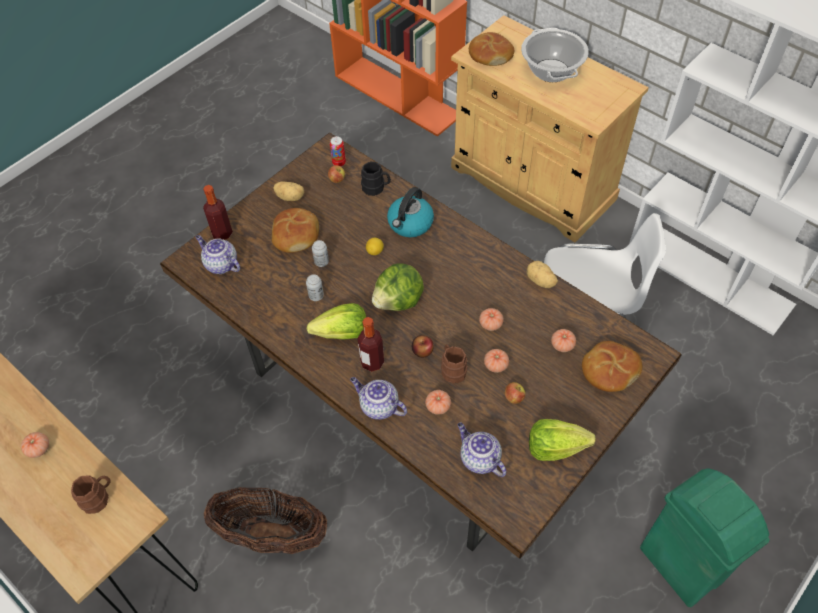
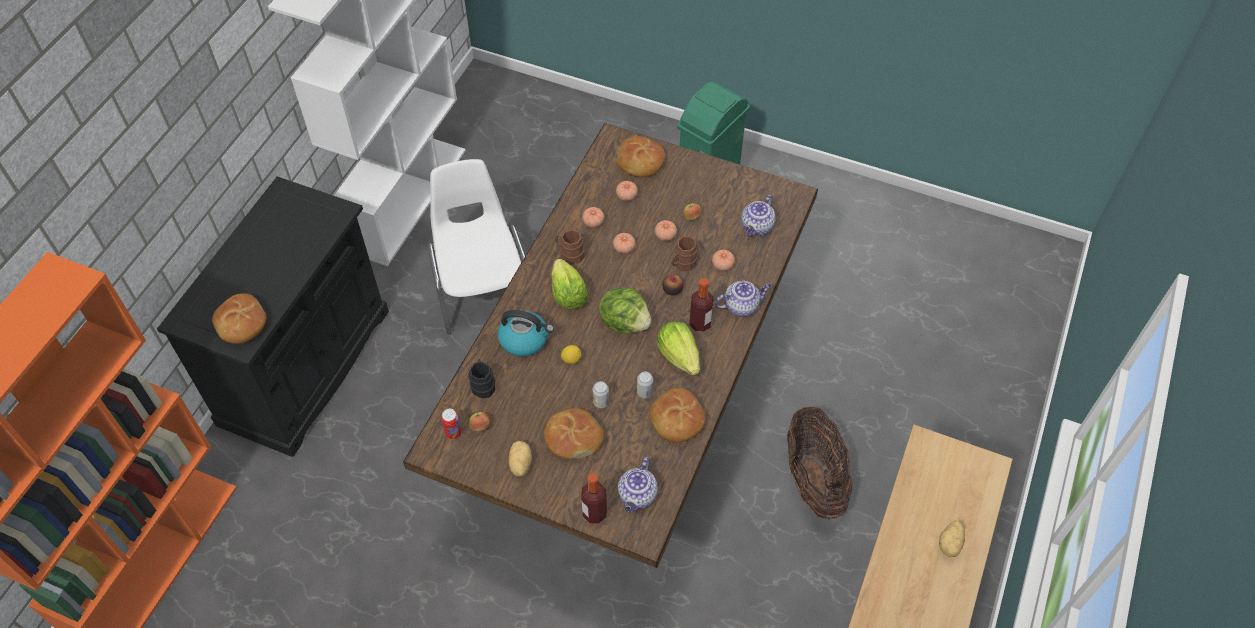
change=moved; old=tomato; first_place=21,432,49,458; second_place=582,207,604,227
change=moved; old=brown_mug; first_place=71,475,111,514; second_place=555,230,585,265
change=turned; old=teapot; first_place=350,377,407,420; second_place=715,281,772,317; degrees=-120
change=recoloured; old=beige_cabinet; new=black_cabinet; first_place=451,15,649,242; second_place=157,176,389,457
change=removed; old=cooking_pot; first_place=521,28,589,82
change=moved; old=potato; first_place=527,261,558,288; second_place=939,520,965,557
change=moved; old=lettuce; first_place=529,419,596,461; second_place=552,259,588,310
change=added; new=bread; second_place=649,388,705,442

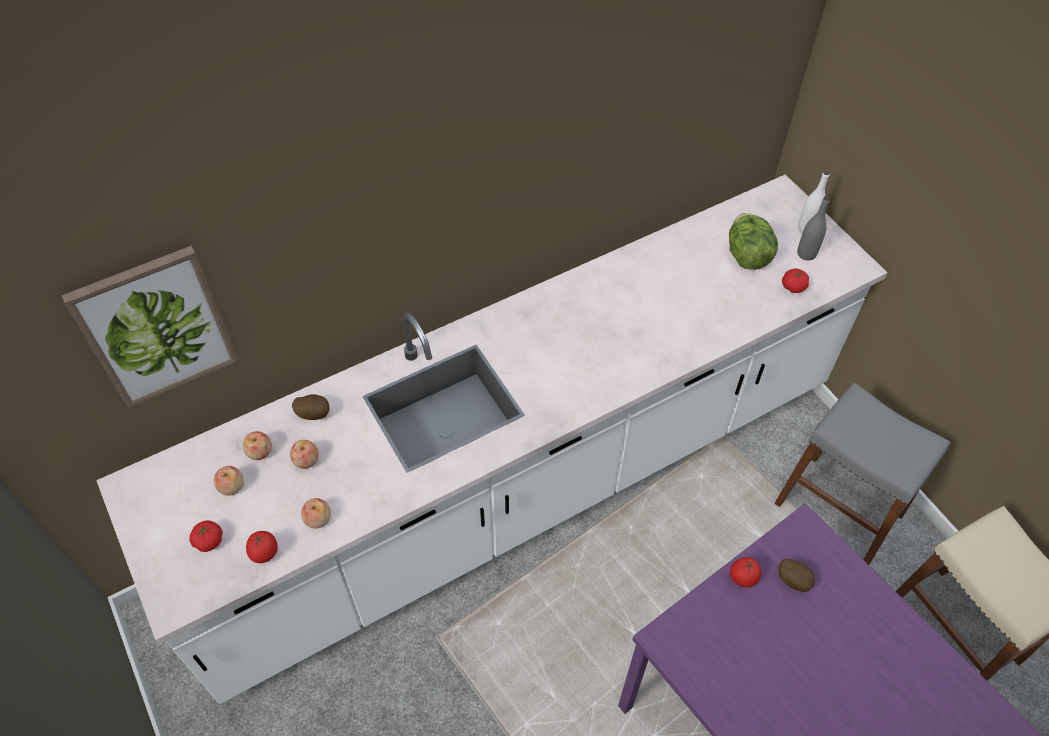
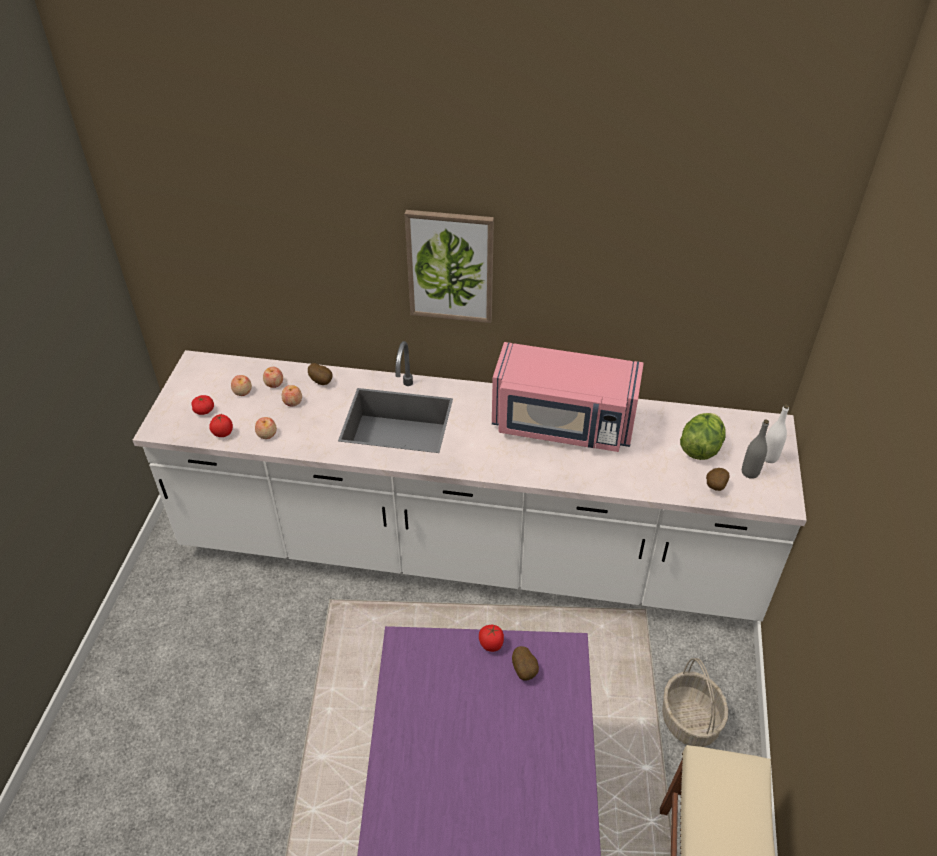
change=moved; old=picture; first_place=62,246,239,408; second_place=405,210,494,323
change=replaced; old=grey_stool; new=basket; first_place=774,383,951,565; second_place=662,658,728,747
change=replaced; old=tomato; new=potato; first_place=782,269,809,293; second_place=706,468,730,491
change=added; new=pink_microwave; second_place=492,342,644,452

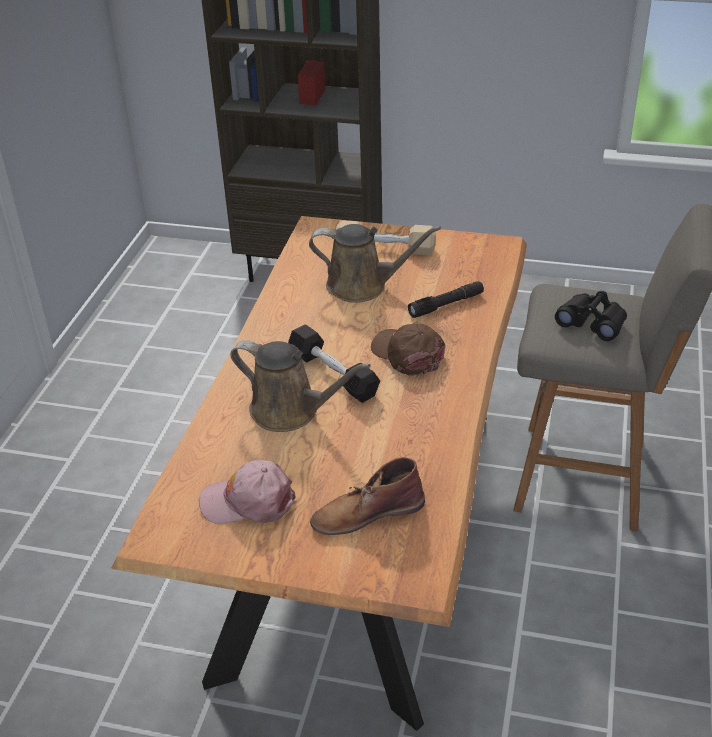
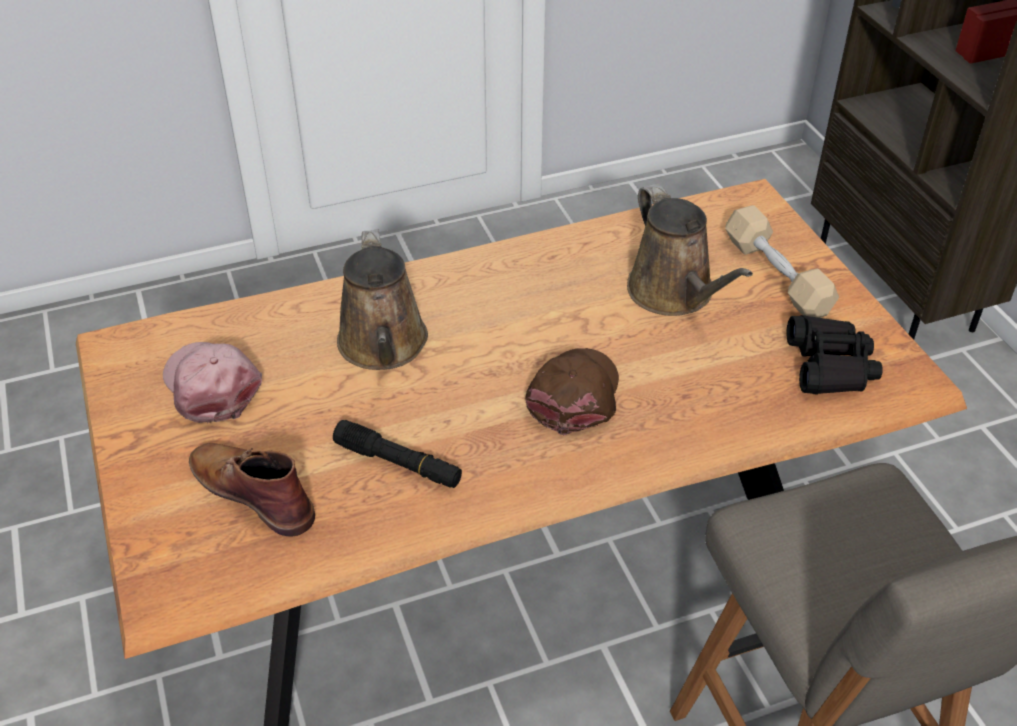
change=removed; old=black_dumbbell; first_place=288,324,380,403
change=moved; old=black_flashlight; first_place=408,281,484,318; second_place=333,420,462,488
change=moved; old=black_binoculars; first_place=555,291,627,341; second_place=786,315,883,394

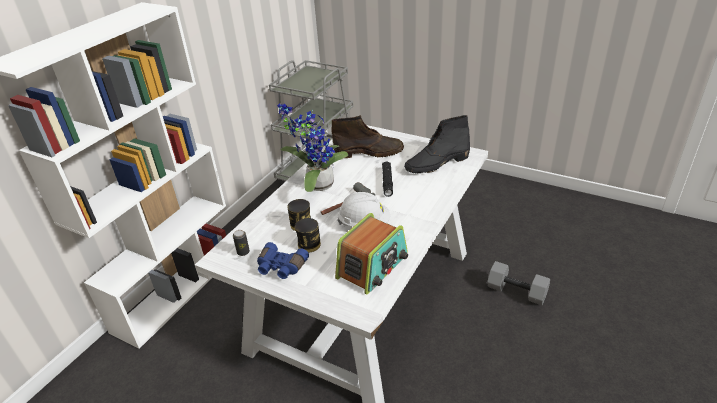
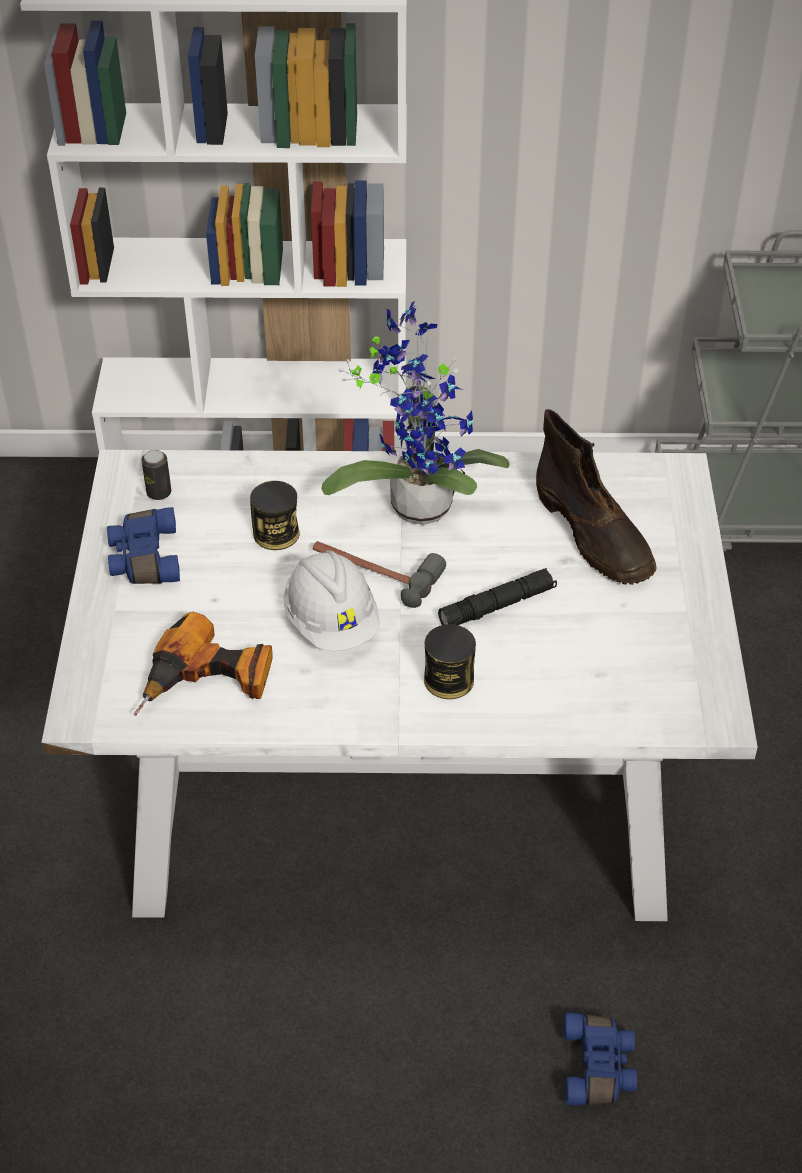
change=moved; old=can; first_place=295,218,321,253; second_place=424,624,476,699
change=replaced; old=radio; new=power_drill; first_place=335,213,408,294; second_place=134,611,273,715
change=removed; old=black_boot; first_place=404,115,470,174
change=replaced; old=grey_dumbbell; new=blue_binoculars; first_place=487,261,550,305; second_place=564,1013,637,1105

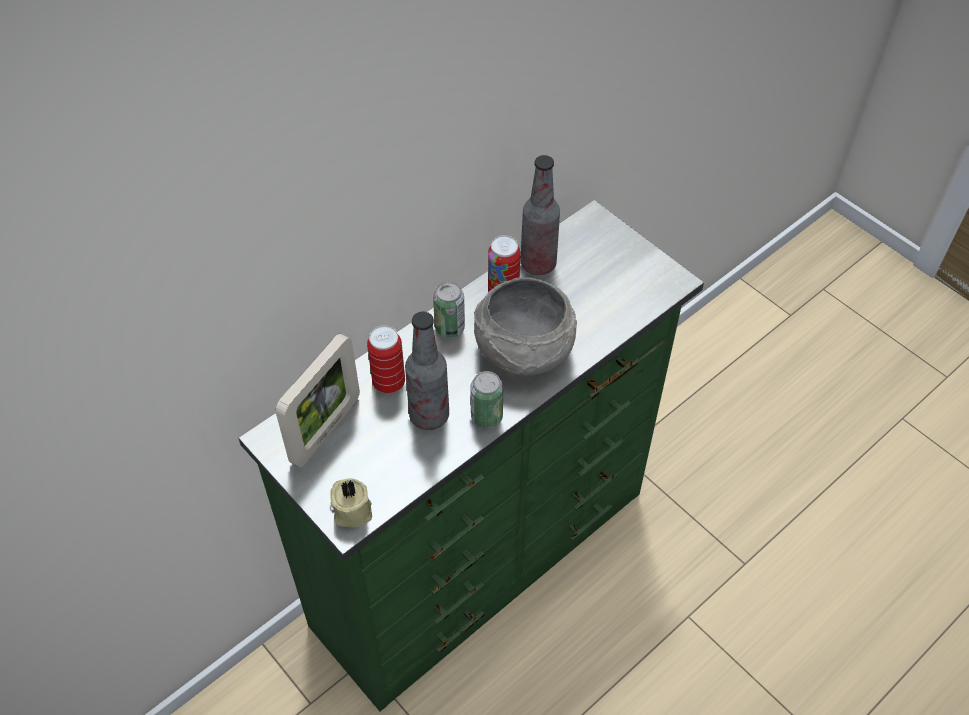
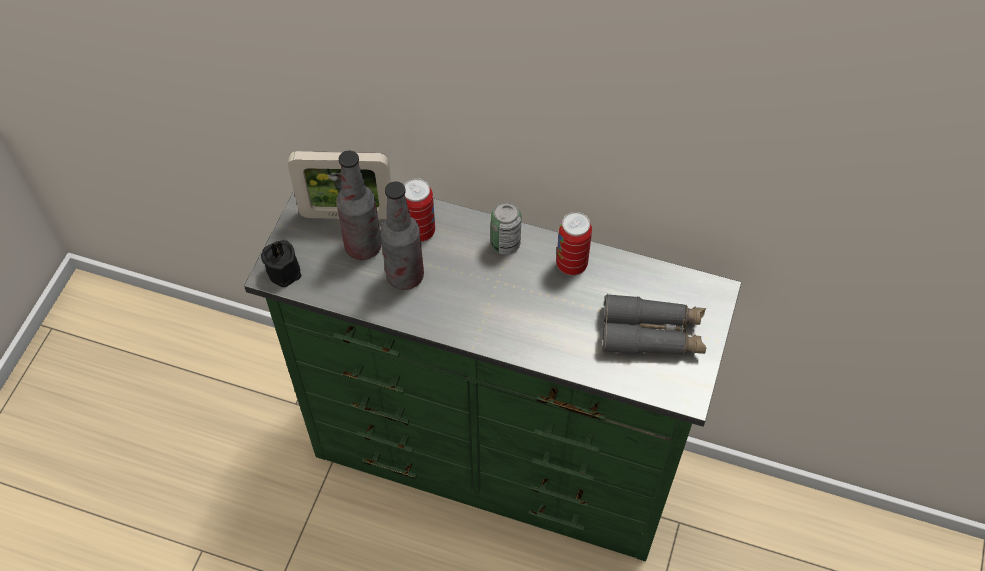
change=recoloured; old=beige_candle; new=black_candle; first_place=331,478,372,527; second_place=261,240,301,287
change=removed; old=can; first_place=470,371,503,428
change=removed; old=grey_bowl; first_place=474,277,577,376
change=moved; old=bottle; first_place=520,155,560,275; second_place=336,150,382,260
change=added; new=grey_binoculars; second_place=602,294,706,354

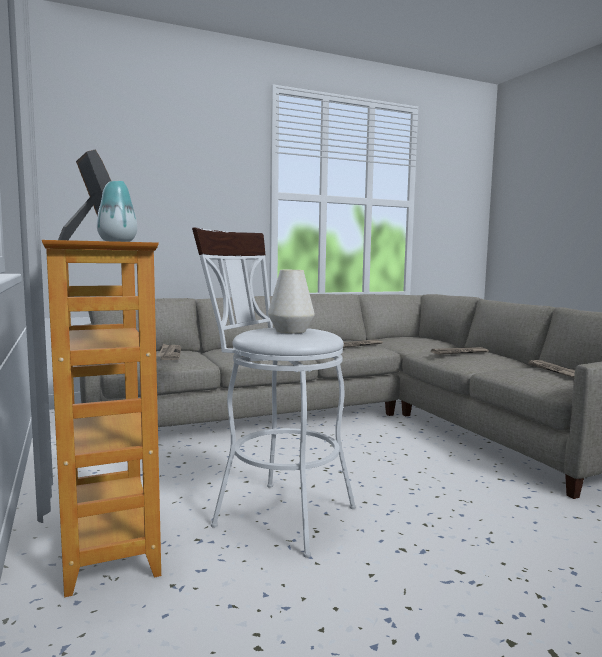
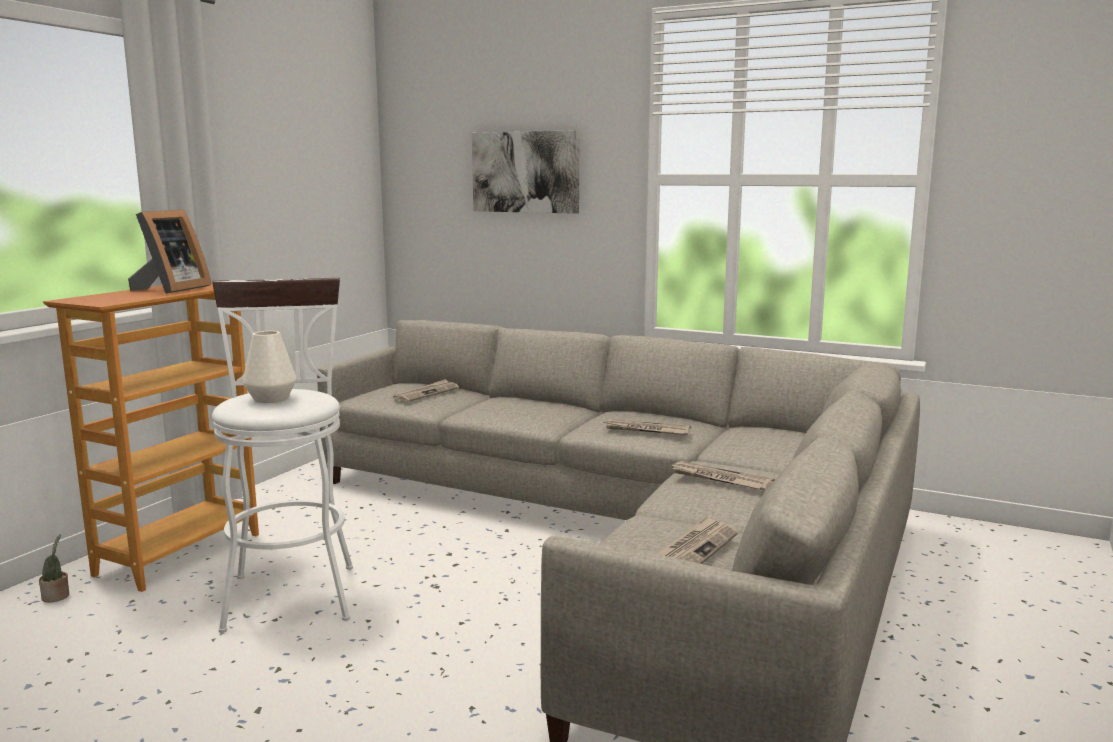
change=removed; old=vase; first_place=97,181,137,242
change=added; new=potted_plant; second_place=39,534,69,602
change=added; new=picture; second_place=472,130,580,214

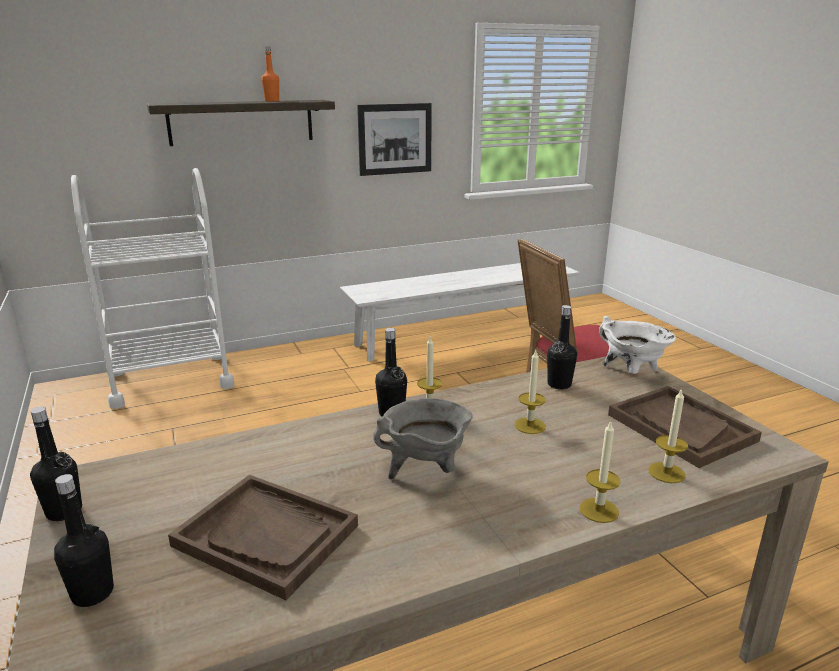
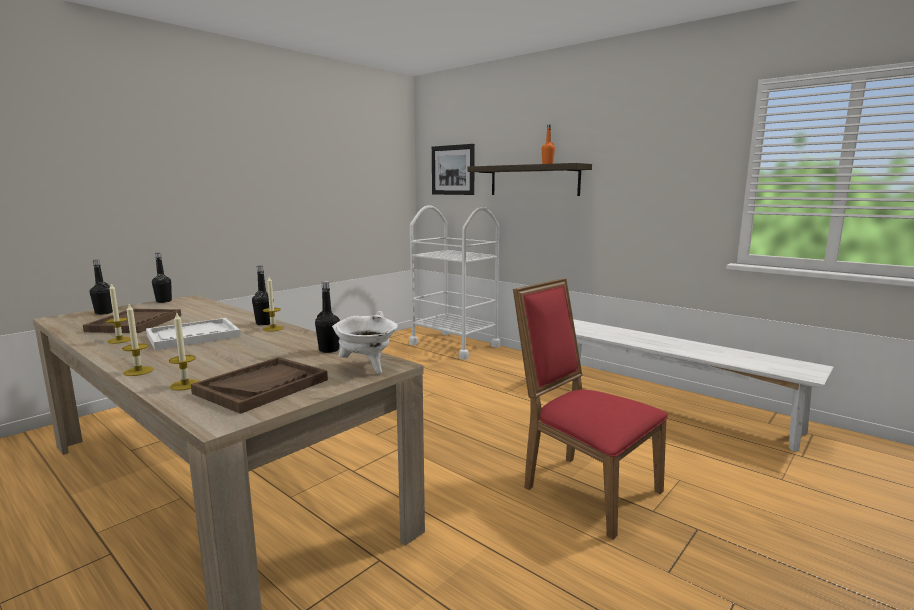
change=moved; old=picture; first_place=357,103,432,176; second_place=432,144,475,195
change=replaced; old=grey_cooking_pot; new=white_tray; first_place=373,398,473,480; second_place=146,318,241,350
change=moved; old=candle; first_place=514,350,546,434; second_place=106,283,131,344

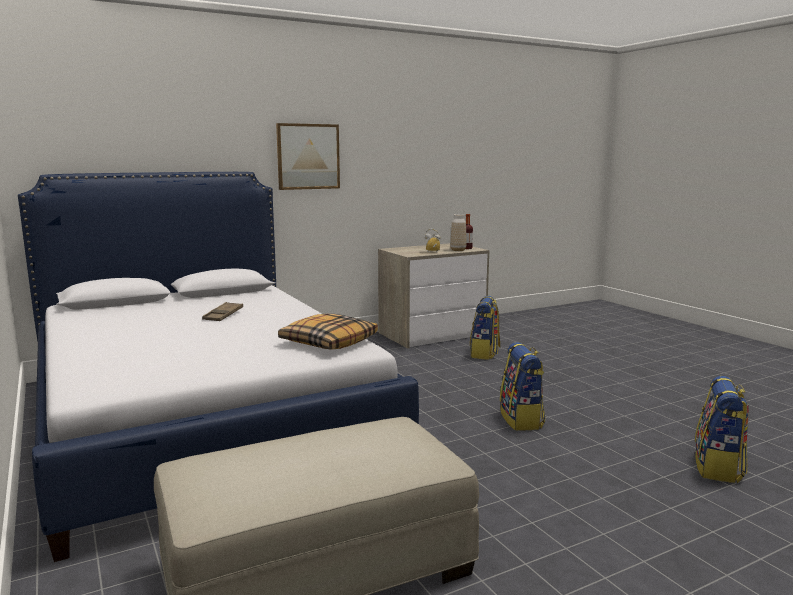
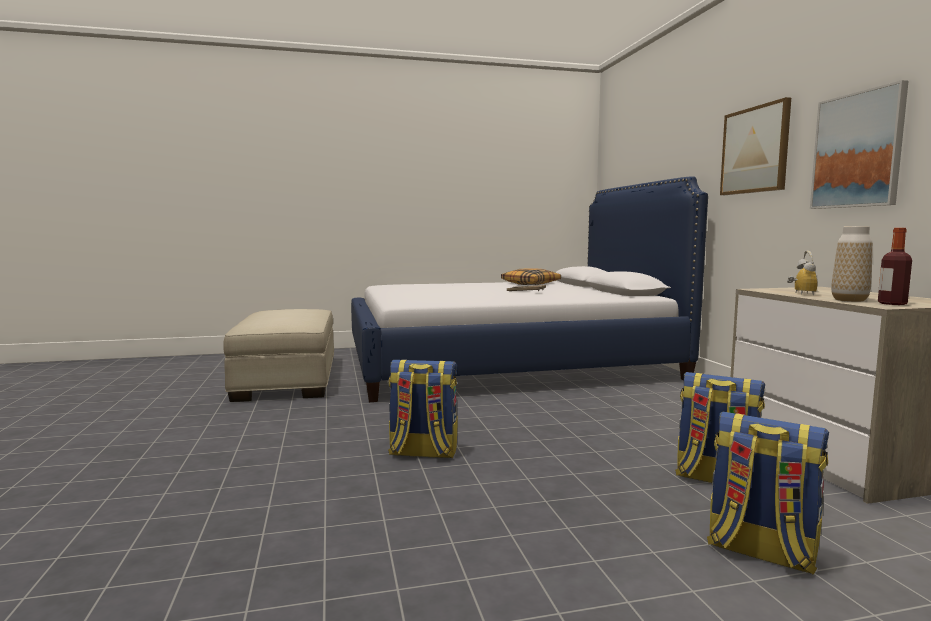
change=moved; old=pillow; first_place=278,314,378,350; second_place=501,269,561,285
change=moved; old=backpack; first_place=695,376,749,483; second_place=707,412,829,575
change=added; new=picture; second_place=810,80,909,209

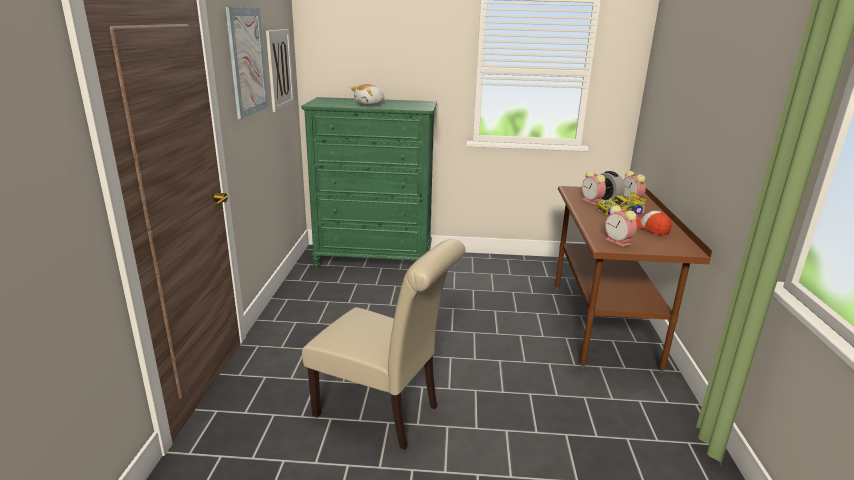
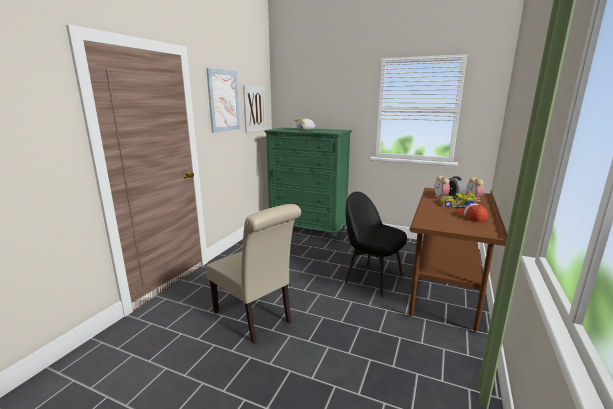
change=removed; old=alarm_clock; first_place=605,206,637,247
change=added; new=black_chair; second_place=345,192,407,297

